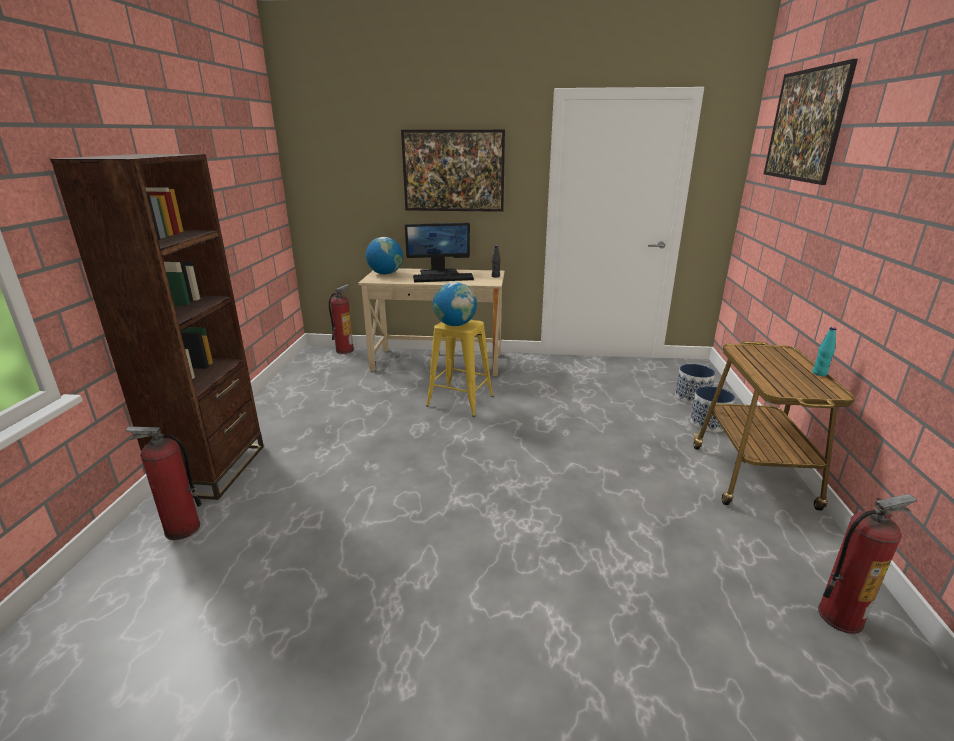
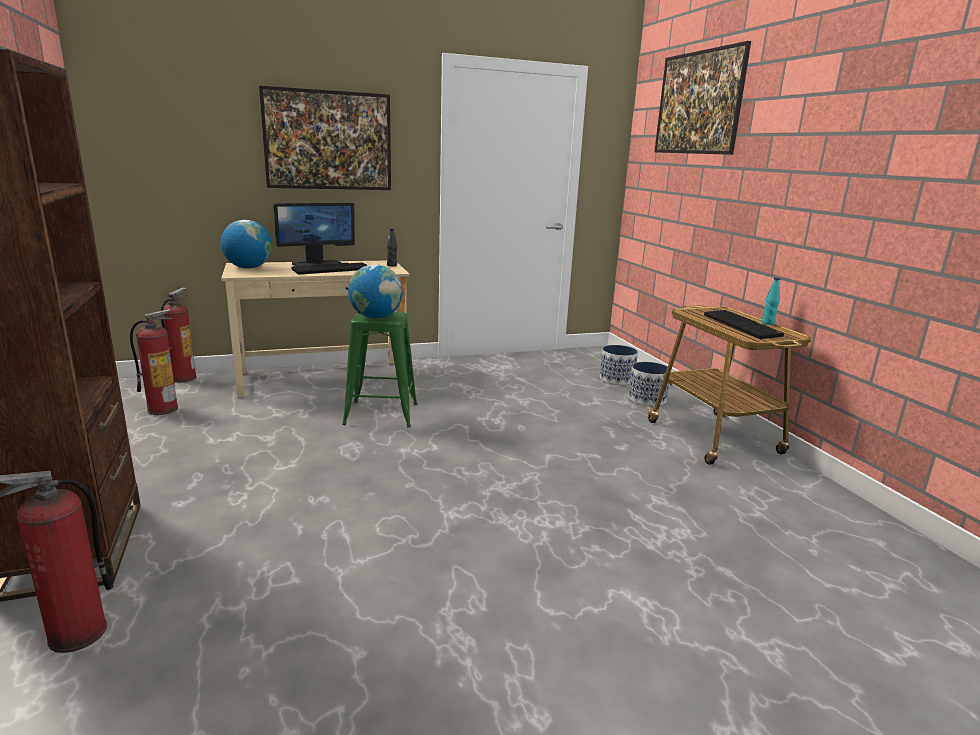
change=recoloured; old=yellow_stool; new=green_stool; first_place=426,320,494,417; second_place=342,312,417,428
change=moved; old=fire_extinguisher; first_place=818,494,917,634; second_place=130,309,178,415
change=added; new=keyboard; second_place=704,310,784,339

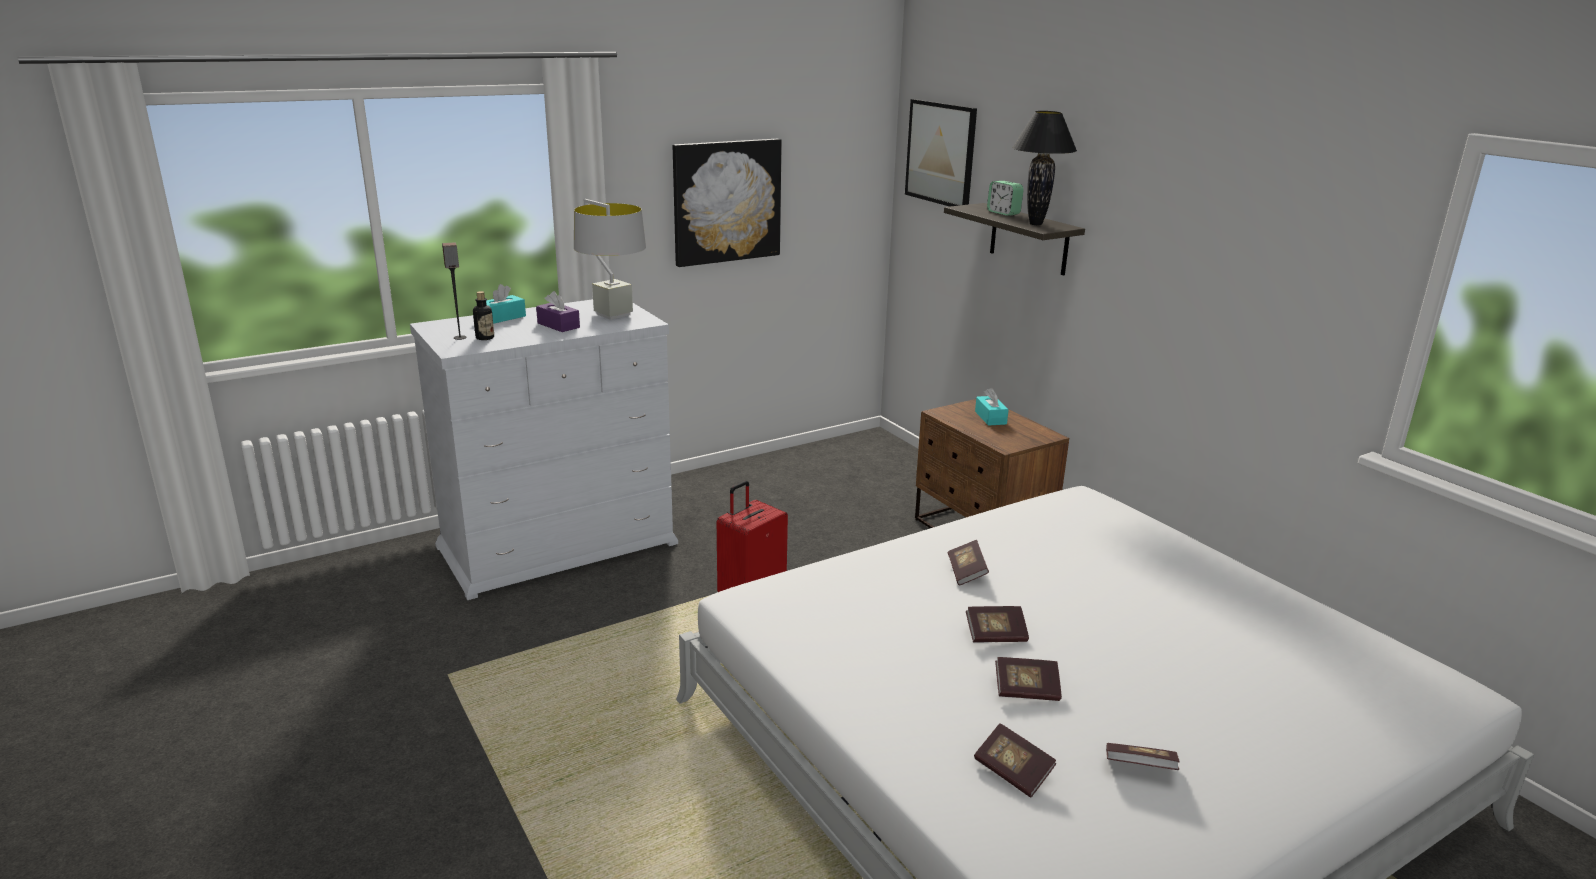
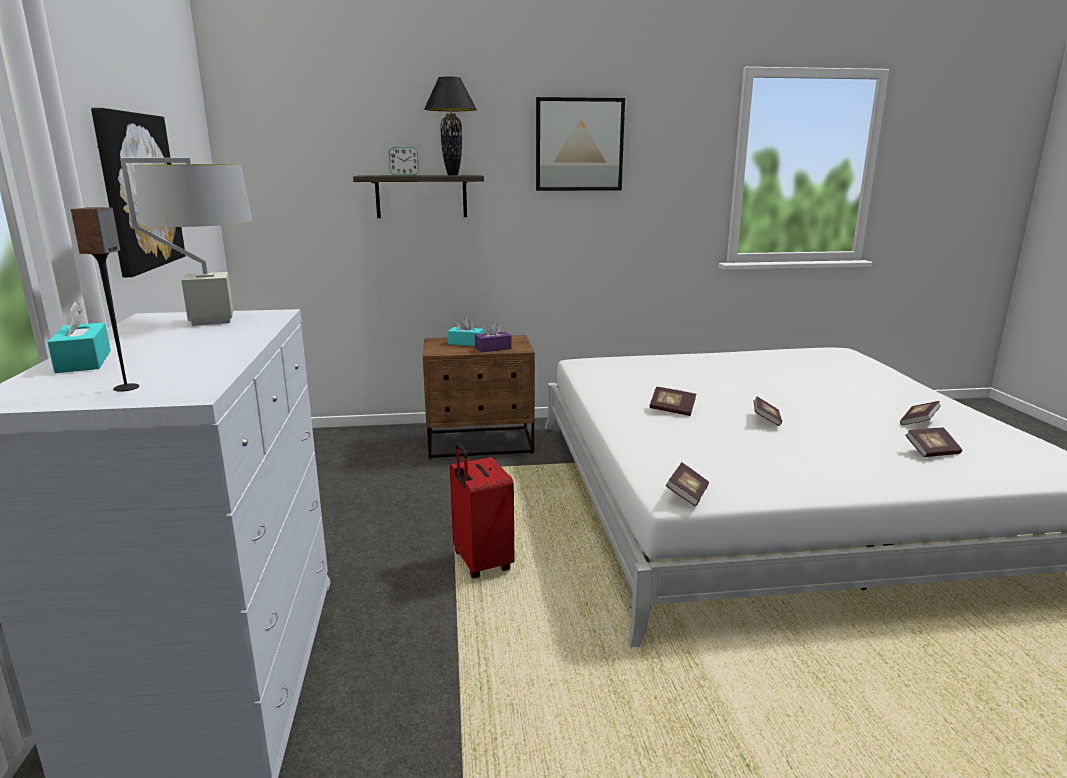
change=removed; old=bottle; first_place=473,291,494,340
change=moved; old=purple_tissue_box; first_place=536,291,580,332; second_place=475,321,512,352
change=moved; old=picture; first_place=905,99,977,207; second_place=536,97,625,191
change=moved; old=book; first_place=995,657,1062,701; second_place=666,462,709,506

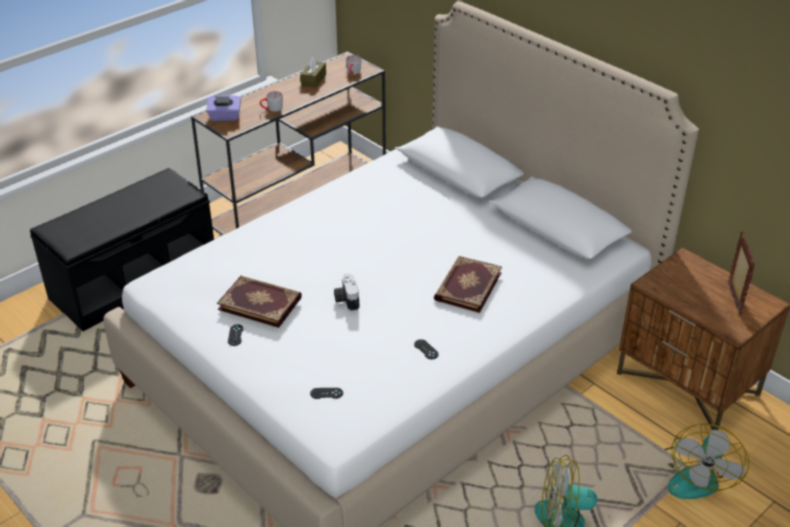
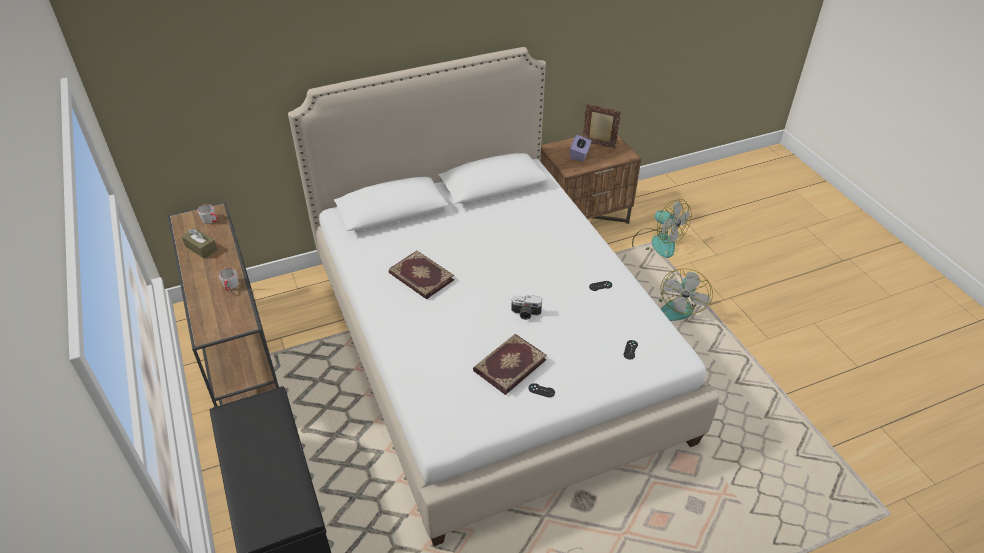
change=moved; old=purple_tissue_box; first_place=206,95,241,121; second_place=570,135,591,161
change=moved; old=book; first_place=434,256,502,313; second_place=389,250,454,299

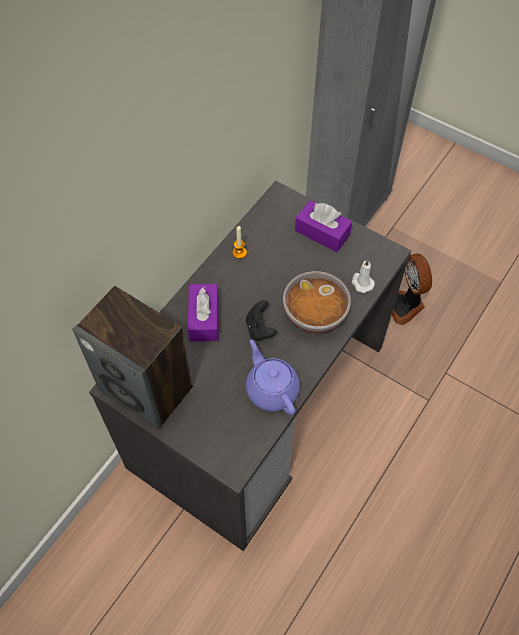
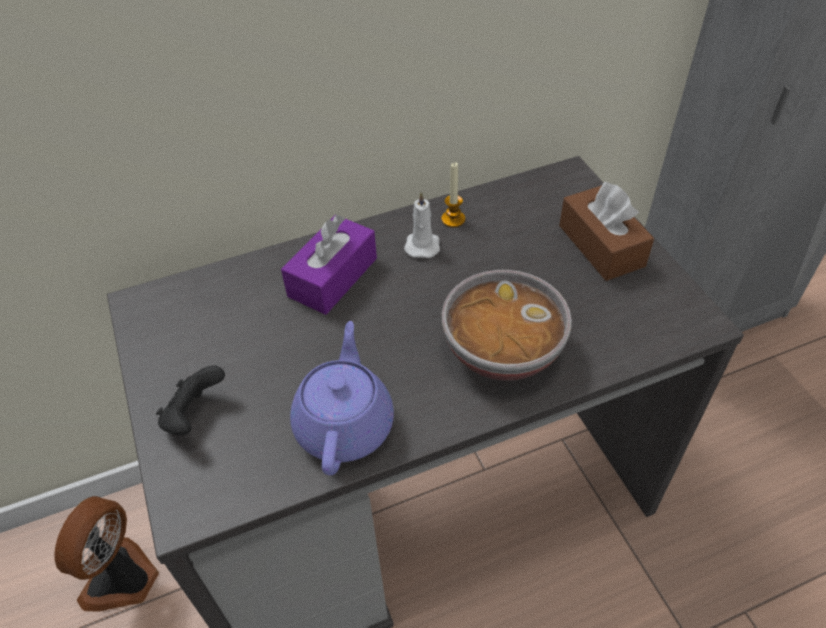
change=removed; old=speaker; first_place=72,286,193,430
change=moved; old=black_game_controller; first_place=246,300,277,340; second_place=156,365,225,436
change=recoloured; old=purple_tissue_box; new=brown_tissue_box; first_place=295,201,352,252; second_place=559,181,654,281
change=moved; old=white_candle; first_place=352,259,375,293; second_place=404,191,440,258
change=moved; old=fan; first_place=392,253,432,325; second_place=54,496,159,611

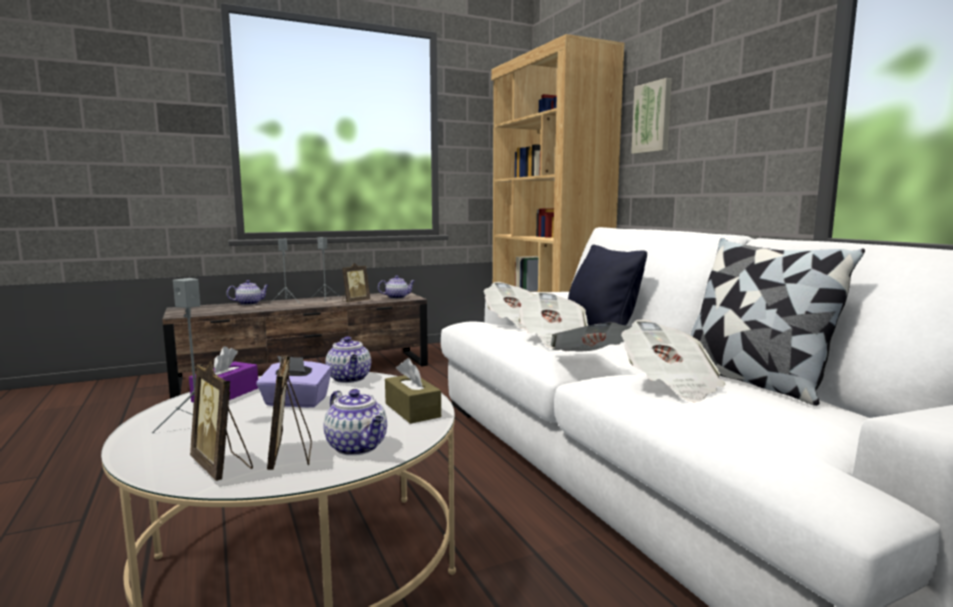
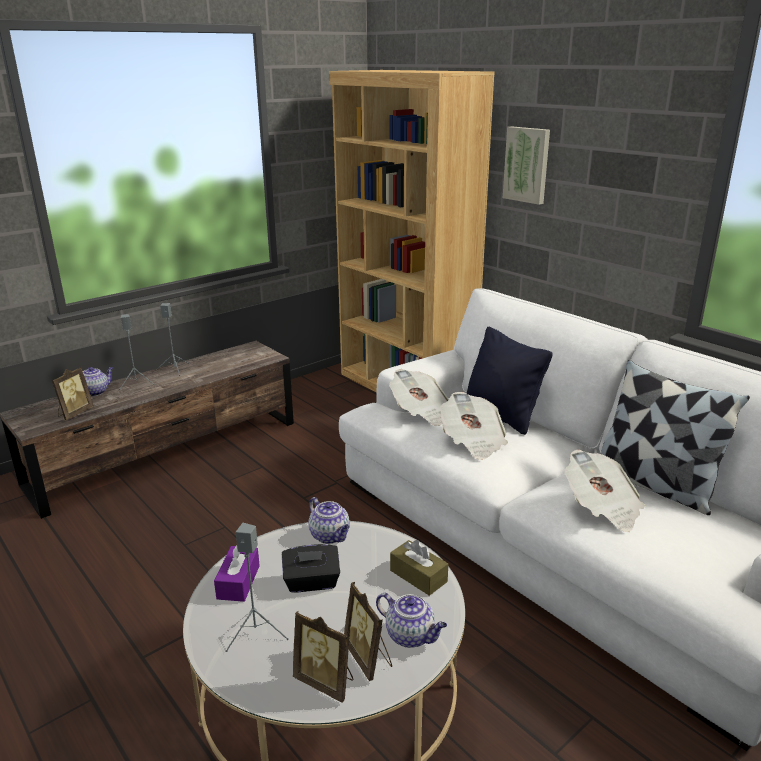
change=recoloured; old=purple_tissue_box; new=black_tissue_box; first_place=256,356,332,408; second_place=282,544,340,593
change=moved; old=picture_frame; first_place=342,263,370,303; second_place=52,367,94,420
change=removed; old=teapot; first_place=378,275,415,299
change=removed; old=newspaper; first_place=551,322,631,352

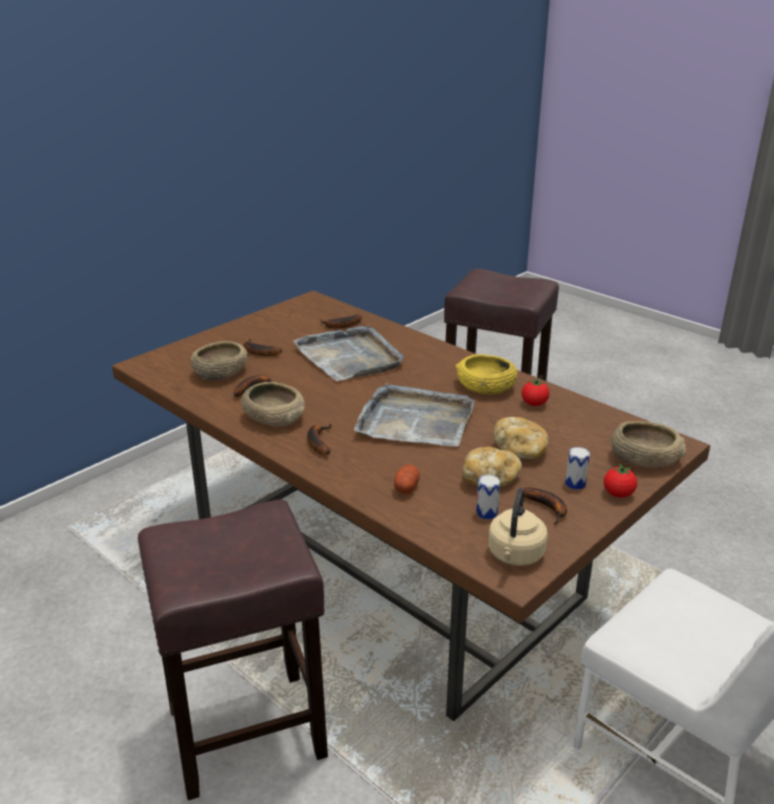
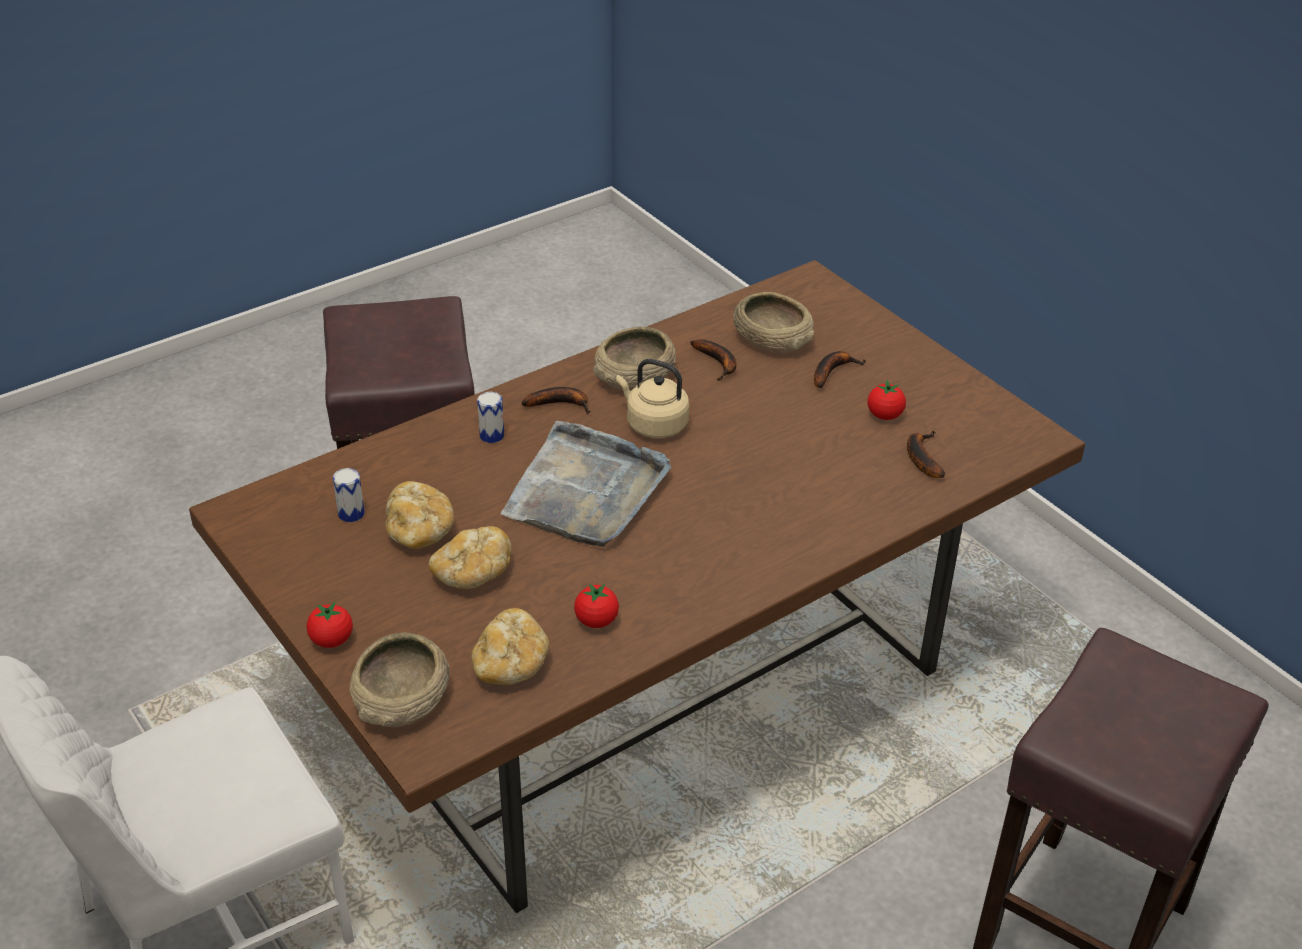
change=removed; old=grey_tray; first_place=293,325,404,381
change=removed; old=potato; first_place=394,464,420,494
change=removed; old=yellow_bowl; first_place=455,354,518,394
change=moved; old=beige_kettle; first_place=488,488,548,566; second_place=616,359,689,438
change=removed; old=banana; first_place=517,487,567,524
change=moved; old=can; first_place=565,447,590,490; second_place=477,392,504,443
change=added; new=bread; second_place=471,608,550,685
change=added; new=tomato; second_place=868,380,906,420

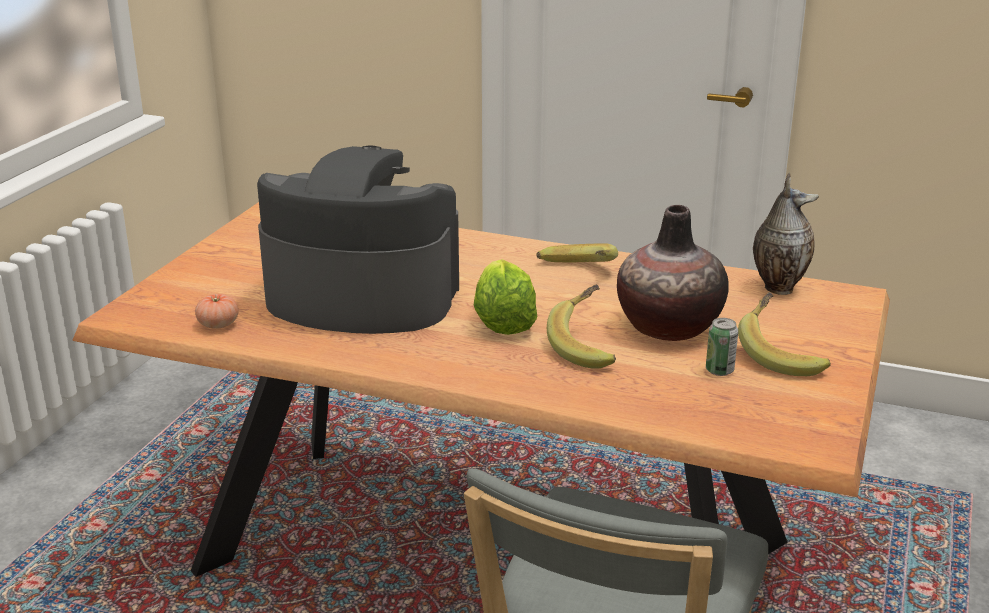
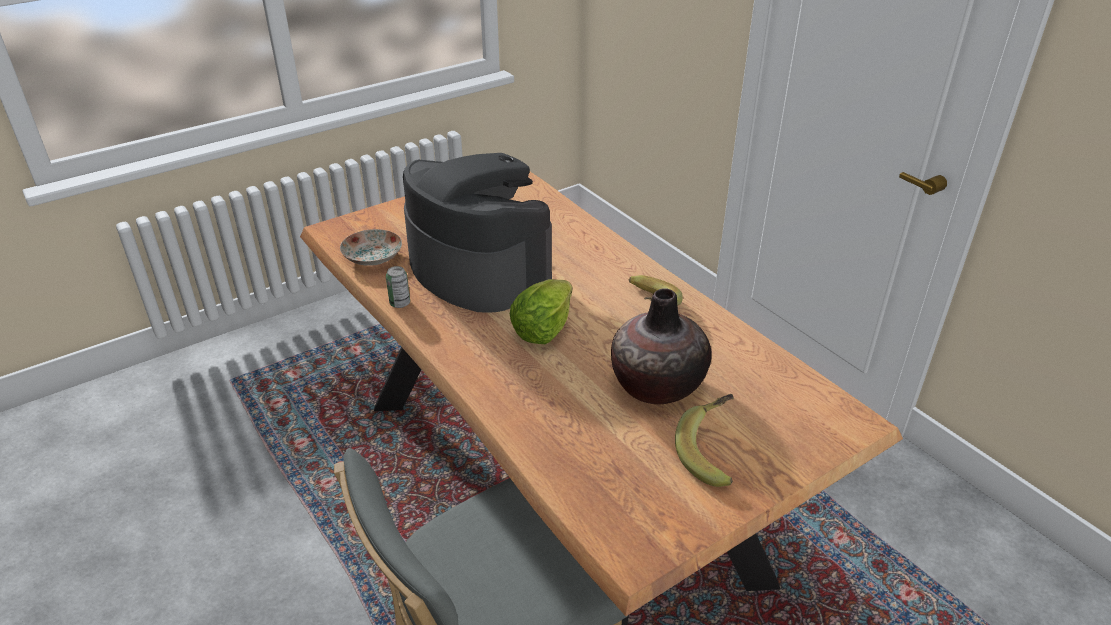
change=replaced; old=tomato; new=plate; first_place=195,294,239,329; second_place=340,229,402,266
change=removed; old=banana; first_place=547,284,616,369
change=moved; old=can; first_place=706,318,738,376; second_place=386,266,410,308
change=removed; old=vase; first_place=753,173,819,295

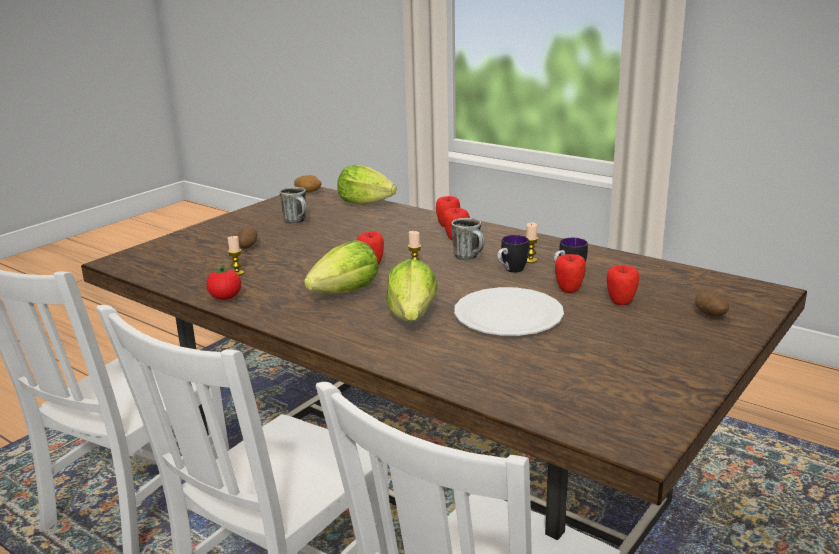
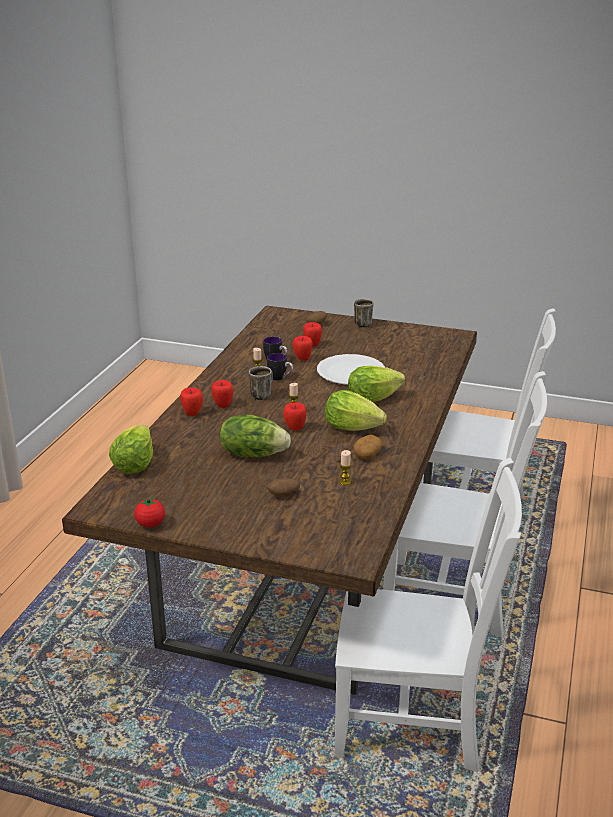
change=moved; old=tomato; first_place=206,265,241,300; second_place=134,496,165,528
change=moved; old=mug; first_place=279,187,307,223; second_place=354,299,374,327
change=moved; old=potato; first_place=294,175,322,193; second_place=353,435,382,460
change=added; new=lettuce; second_place=220,415,291,457

